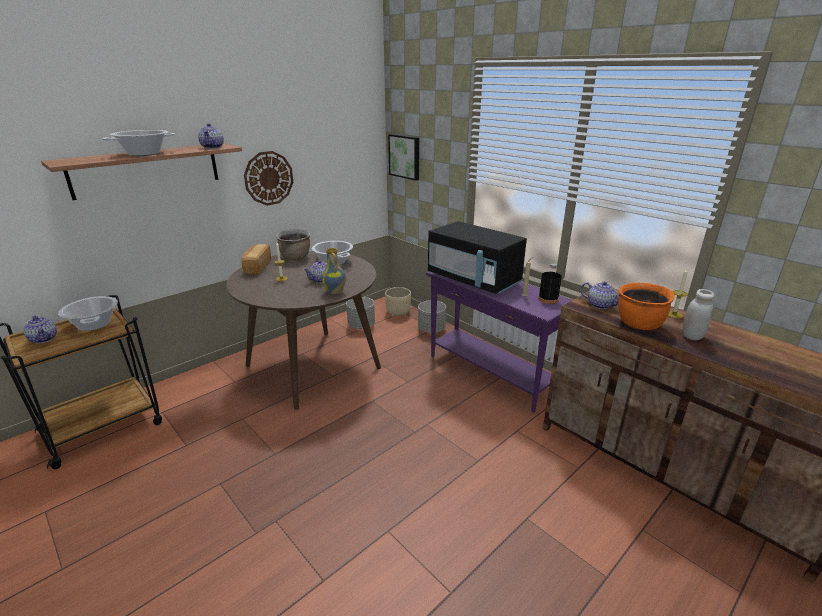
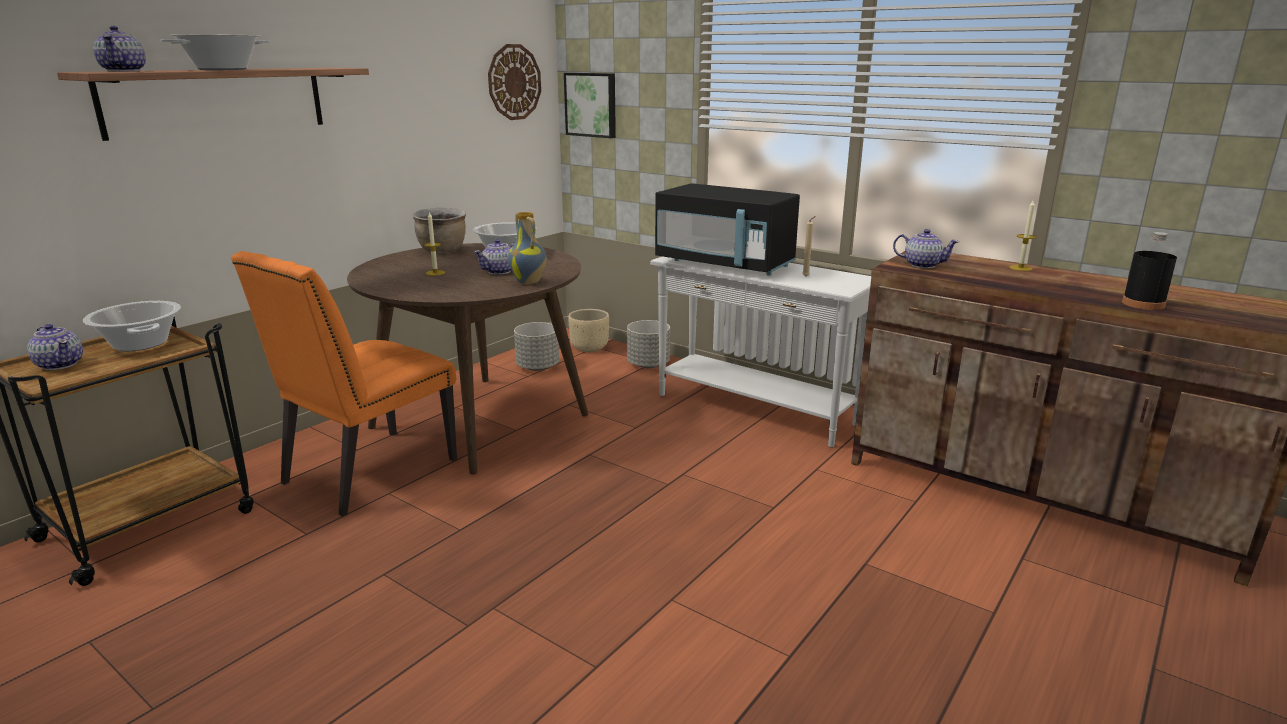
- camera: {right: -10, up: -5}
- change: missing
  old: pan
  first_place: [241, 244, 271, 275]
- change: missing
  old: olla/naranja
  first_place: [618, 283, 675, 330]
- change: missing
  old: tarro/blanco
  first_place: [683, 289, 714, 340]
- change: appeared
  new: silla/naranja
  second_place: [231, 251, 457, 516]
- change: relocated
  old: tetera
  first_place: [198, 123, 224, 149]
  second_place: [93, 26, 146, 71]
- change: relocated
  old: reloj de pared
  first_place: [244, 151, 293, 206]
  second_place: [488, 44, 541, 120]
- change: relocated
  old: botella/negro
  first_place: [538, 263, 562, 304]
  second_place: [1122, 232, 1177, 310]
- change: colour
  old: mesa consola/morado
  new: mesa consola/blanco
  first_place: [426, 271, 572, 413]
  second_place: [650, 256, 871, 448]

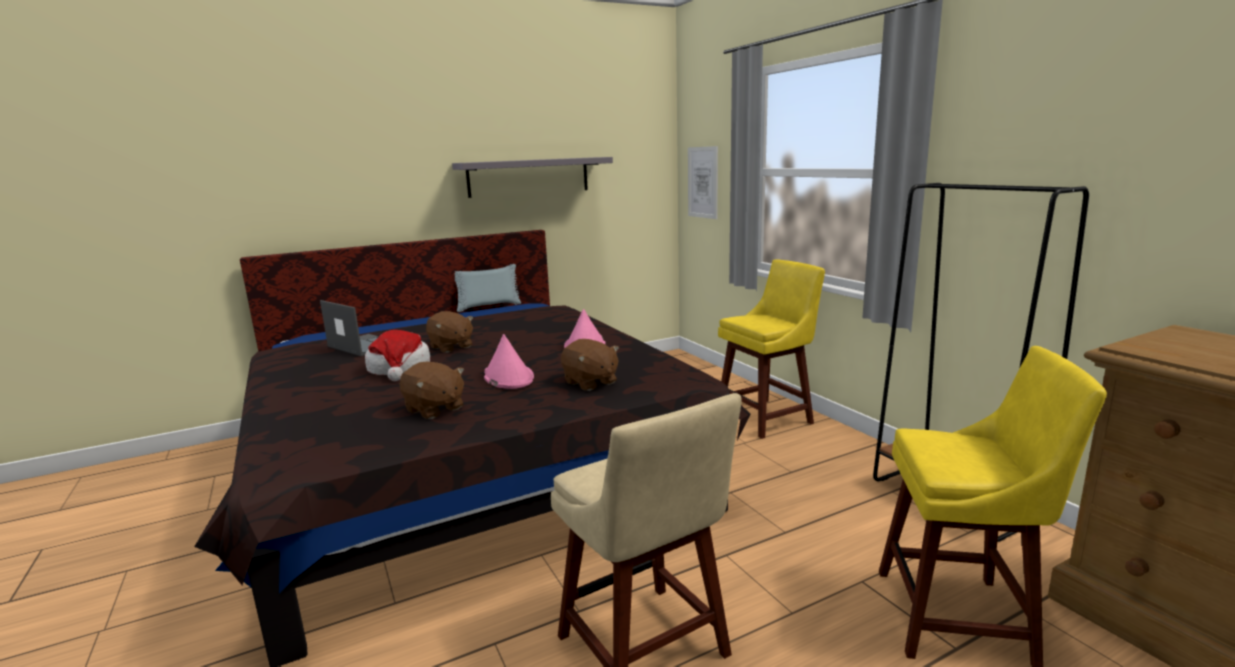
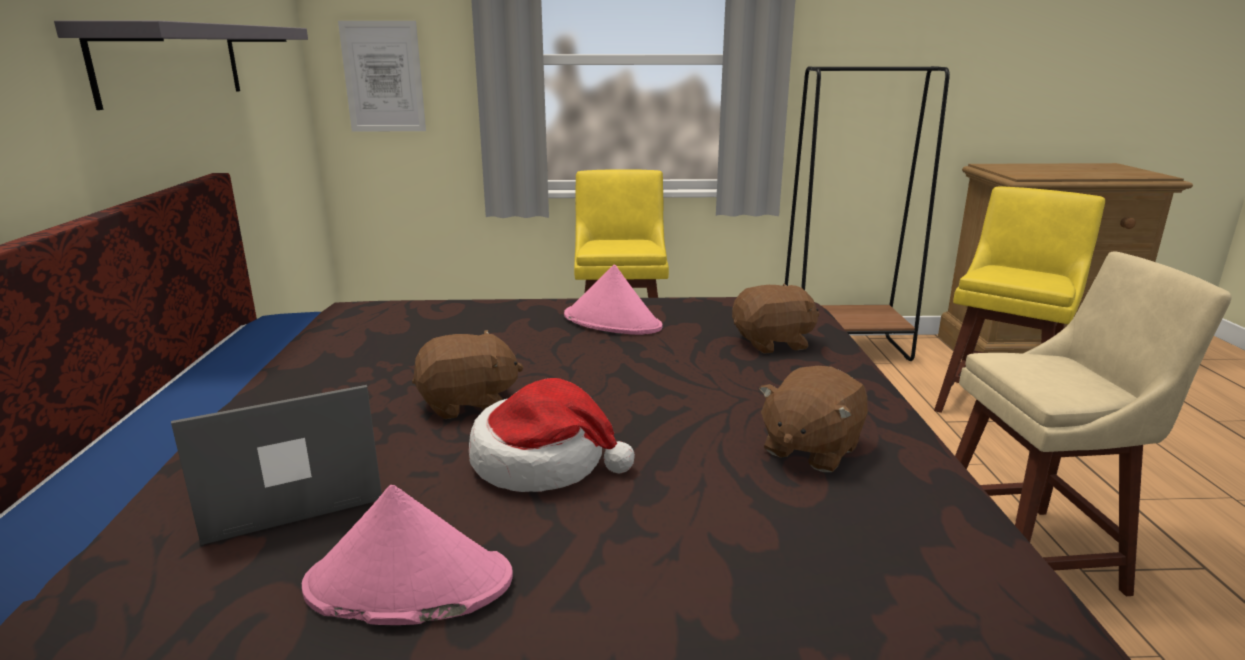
- camera: {right: -65, up: 5}
- change: missing
  old: cojín/azul
  first_place: [455, 264, 521, 312]
- change: relocated
  old: sombrero/rosa
  first_place: [484, 334, 534, 389]
  second_place: [302, 485, 513, 625]
- change: spun
  old: peluche/marrón
  first_place: [400, 362, 464, 419]
  second_place: [759, 366, 868, 472]
  degrees: 150

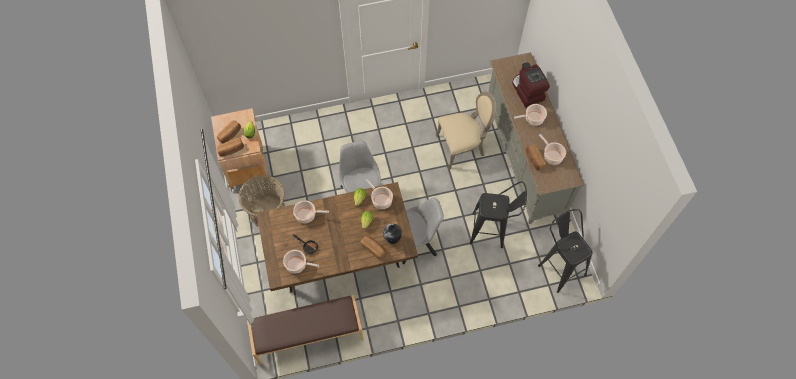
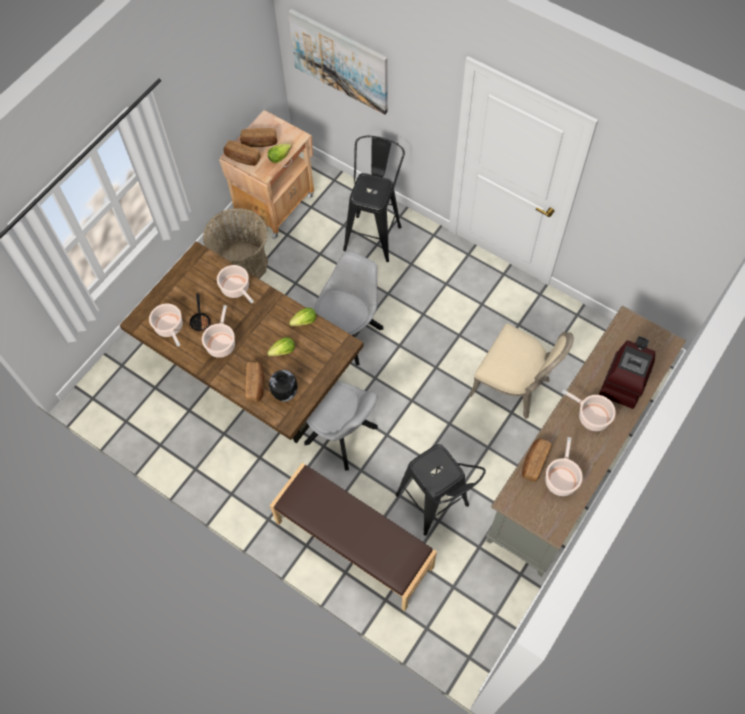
- camera: {right: 50, up: 0}
- change: appeared
  new: cuadro
  second_place: [288, 9, 387, 115]
- change: relocated
  old: banco/marrón
  first_place: [247, 295, 364, 365]
  second_place: [270, 463, 437, 611]
- change: relocated
  old: olla
  first_place: [366, 179, 393, 209]
  second_place: [202, 305, 235, 358]
- change: relocated
  old: taburete/negro
  first_place: [538, 209, 593, 293]
  second_place: [343, 136, 405, 262]

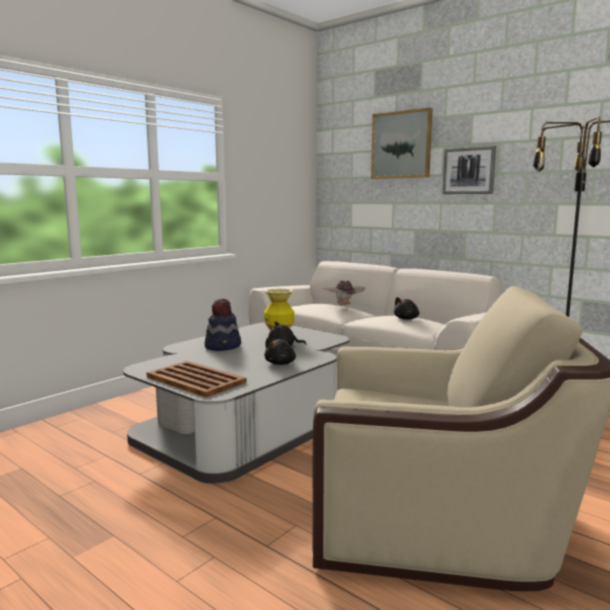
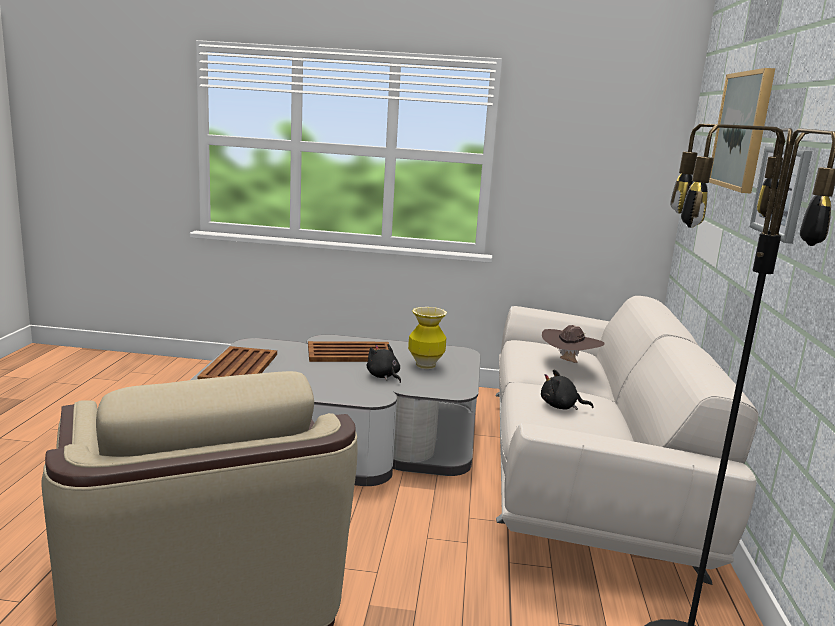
- camera: {right: 55, up: 5}
- change: missing
  old: peluche/negro
  first_place: [264, 338, 296, 365]
- change: exchanged
  old: sombrero
  new: bandeja/marrón
  first_place: [204, 298, 241, 351]
  second_place: [308, 341, 389, 362]

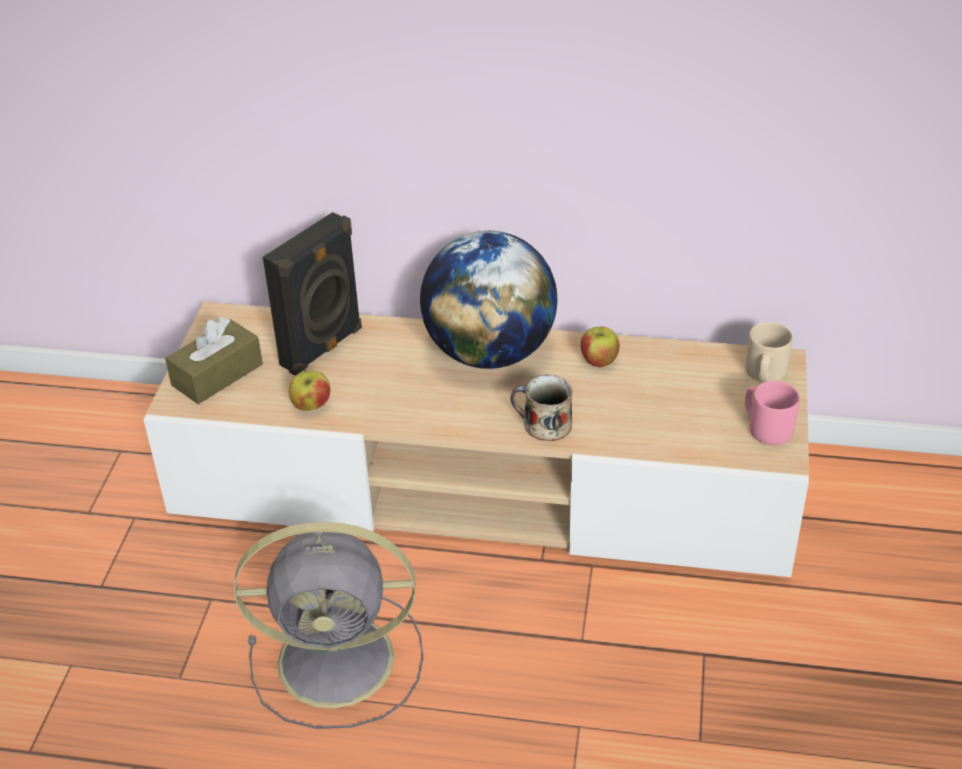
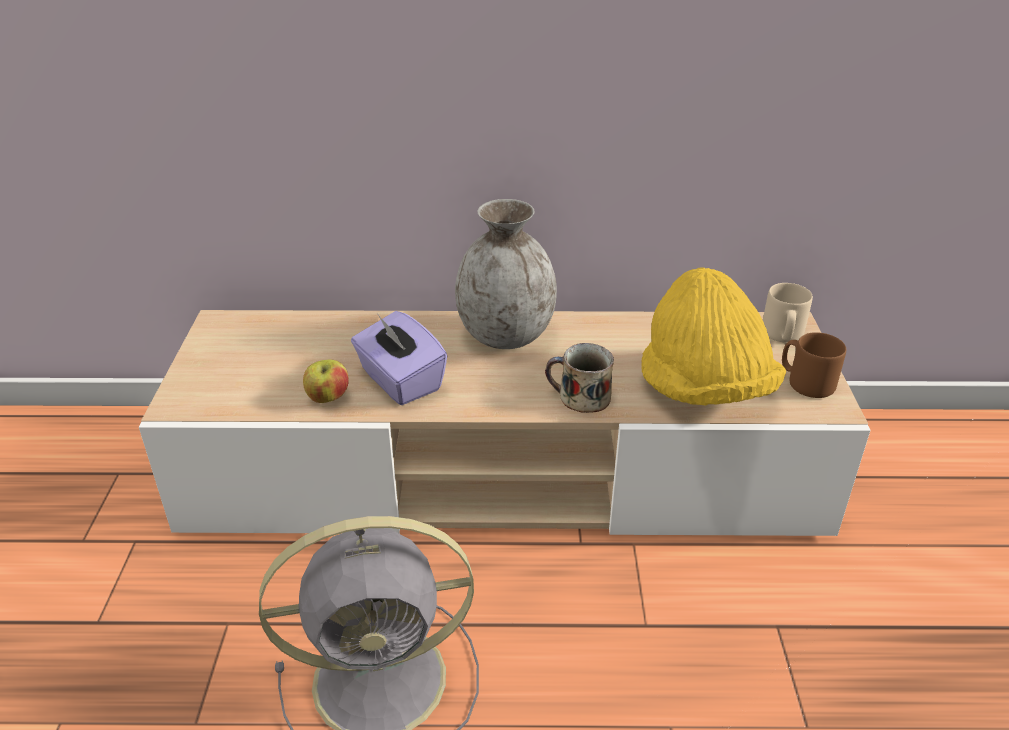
- camera: {right: -10, up: -5}
- change: missing
  old: caja de pañuelos/marrón
  first_place: [165, 317, 263, 404]
- change: missing
  old: altavoz/negro
  first_place: [263, 212, 362, 376]
- change: missing
  old: manzana
  first_place: [581, 327, 620, 367]
- change: appeared
  new: caja de pañuelos/morado
  second_place: [351, 311, 447, 405]
- change: appeared
  new: sombrero/amarillo
  second_place: [641, 267, 786, 406]
- change: exchanged
  old: globo terráqueo
  new: florero/gris
  first_place: [420, 231, 557, 369]
  second_place: [455, 199, 557, 349]
- change: colour
  old: taza grande/rosa
  new: taza grande/marrón
  first_place: [745, 381, 800, 445]
  second_place: [782, 332, 846, 398]

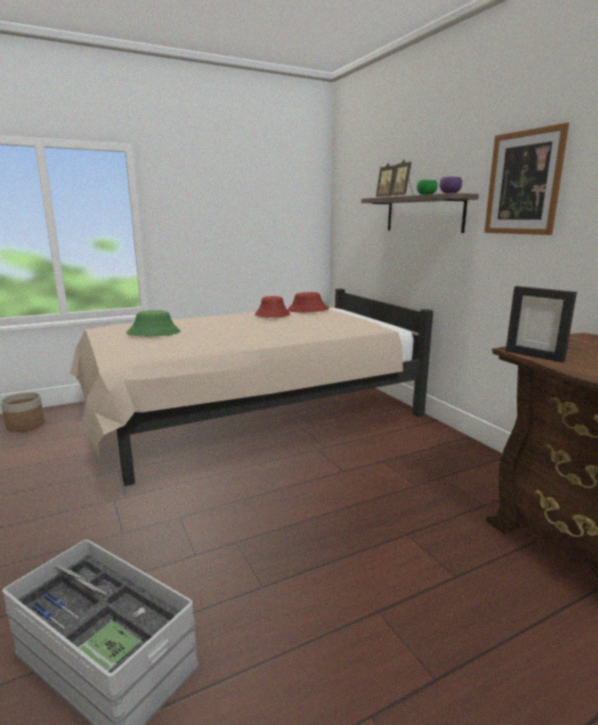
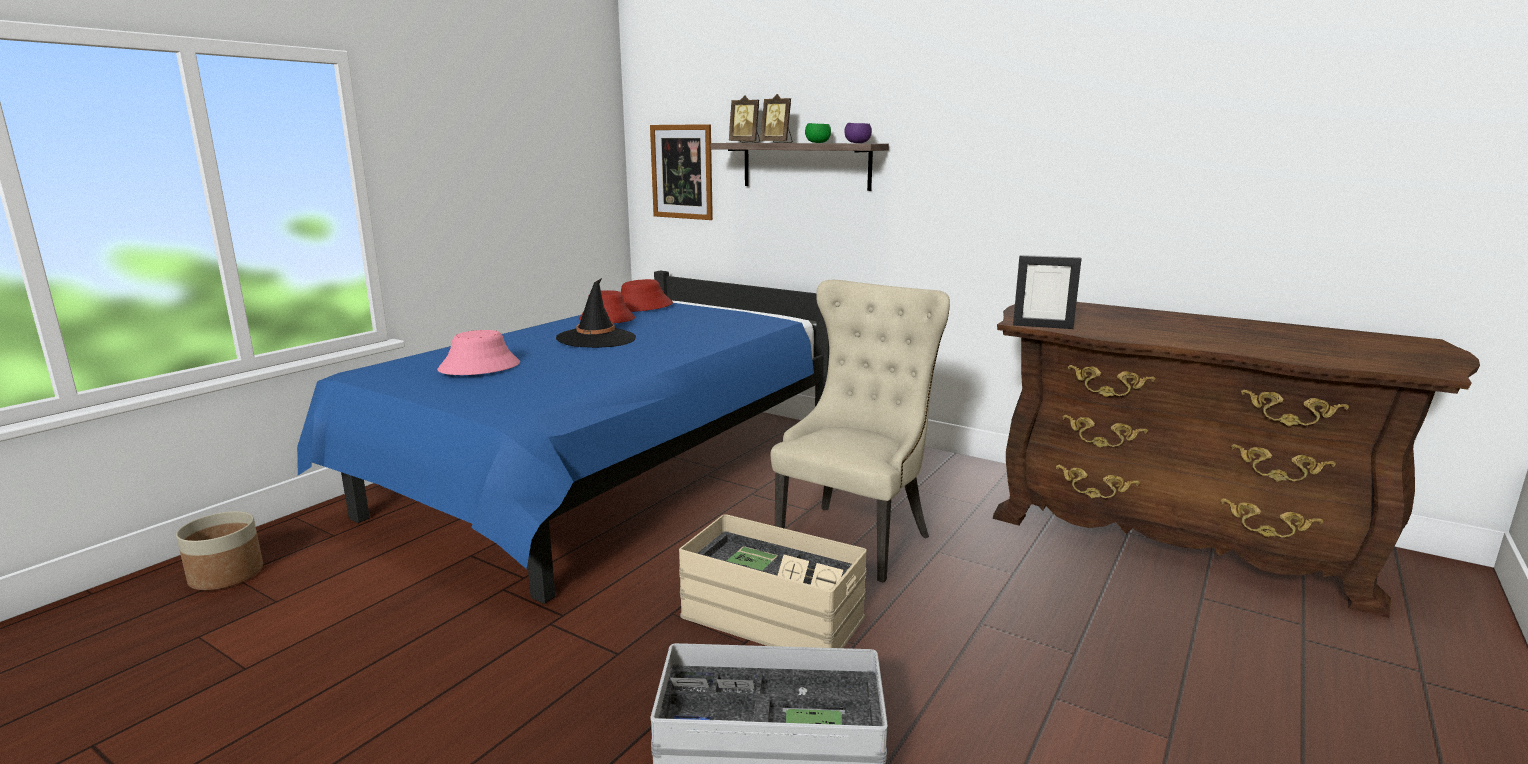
- camera: {right: -30, up: 0}
- change: appeared
  new: sombrero/negro
  second_place: [556, 278, 636, 348]
- change: appeared
  new: caja de almacenaje/beis
  second_place: [679, 514, 867, 648]
- change: appeared
  new: silla/beis
  second_place: [770, 280, 950, 583]
- change: relocated
  old: cuadro
  first_place: [484, 123, 569, 235]
  second_place: [650, 124, 713, 220]
- change: colour
  old: cama/beis
  new: cama/azul
  first_place: [70, 289, 433, 486]
  second_place: [297, 271, 829, 604]
- change: colour
  old: sombrero/verde
  new: sombrero/rosa
  first_place: [126, 310, 181, 336]
  second_place: [437, 330, 520, 375]

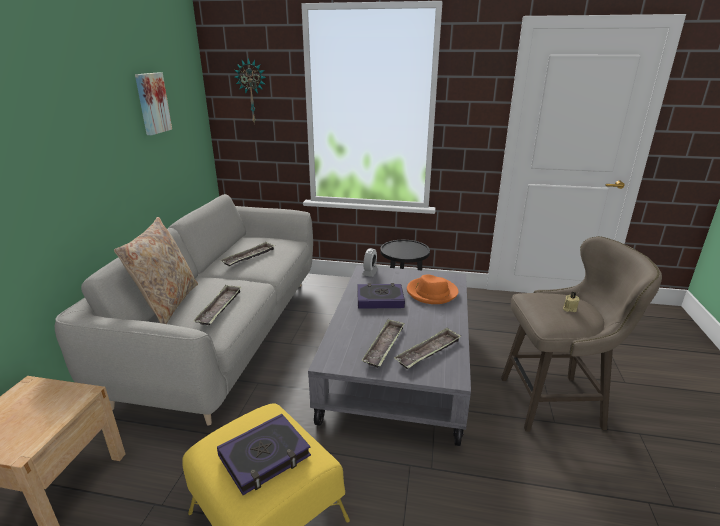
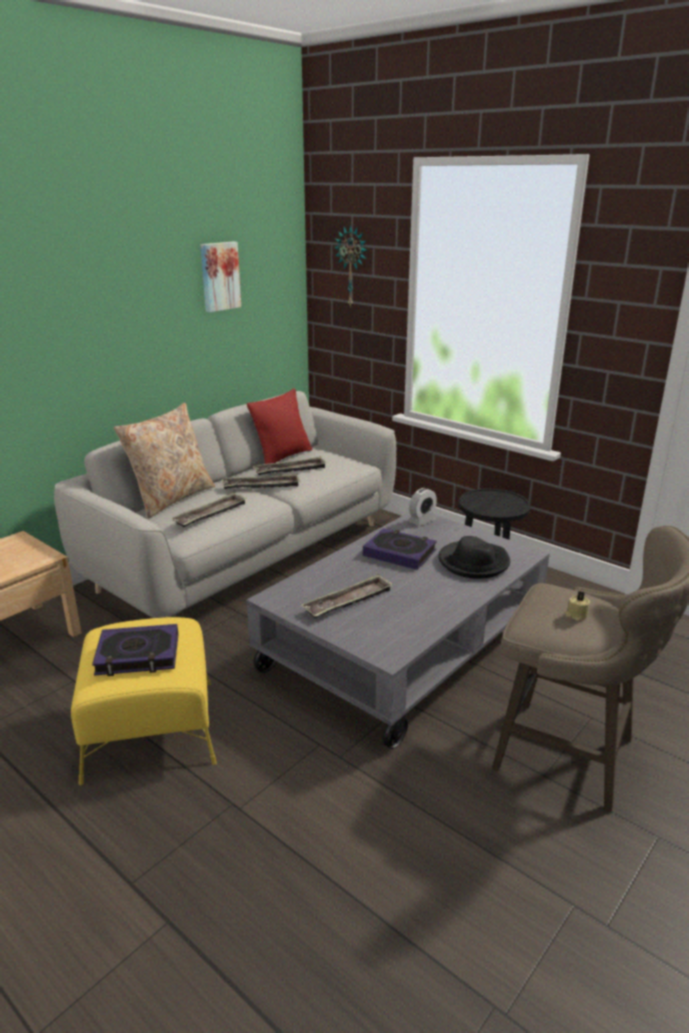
- camera: {right: 30, up: 0}
- change: appeared
  new: cojín/rojo
  second_place: [247, 388, 312, 464]
- change: relocated
  old: bandeja
  first_place: [394, 327, 461, 369]
  second_place: [222, 474, 300, 489]
- change: colour
  old: sombrero/naranja
  new: sombrero/negro
  first_place: [407, 274, 459, 304]
  second_place: [438, 536, 510, 579]

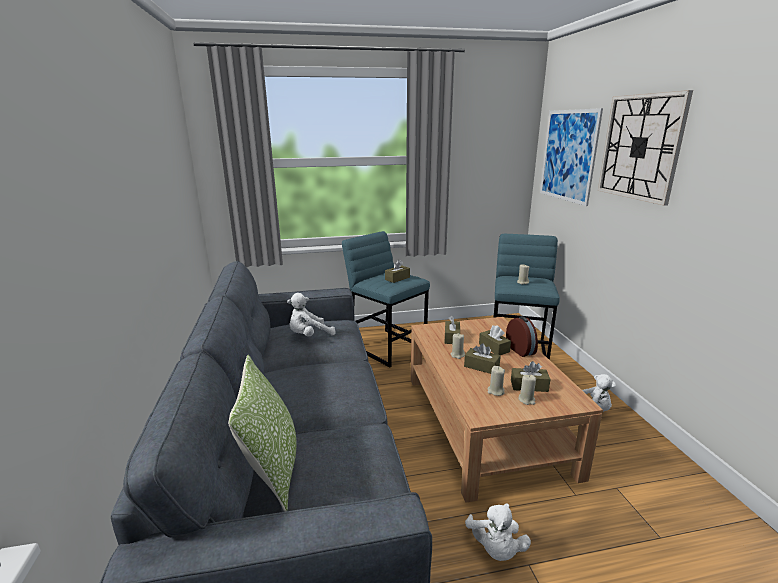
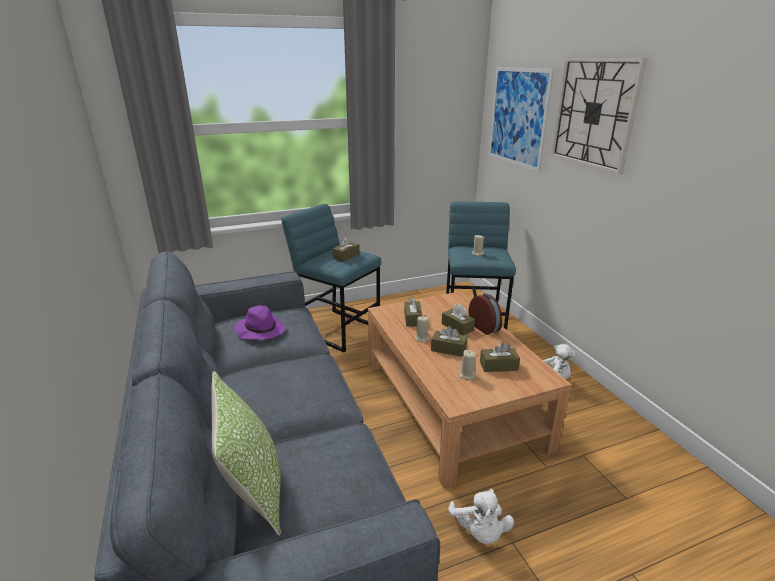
- camera: {right: -10, up: 5}
- change: missing
  old: vela/beis
  first_place: [519, 375, 536, 405]
- change: exchanged
  old: peluche/blanco
  new: sombrero/morado
  first_place: [287, 293, 336, 336]
  second_place: [235, 305, 285, 340]

